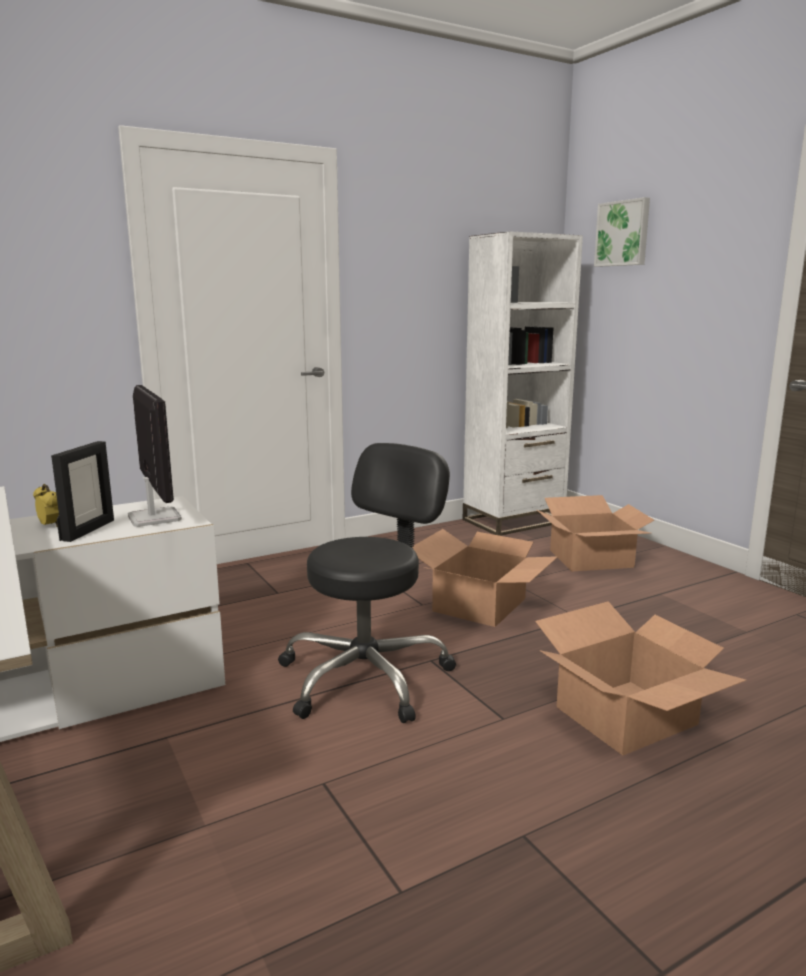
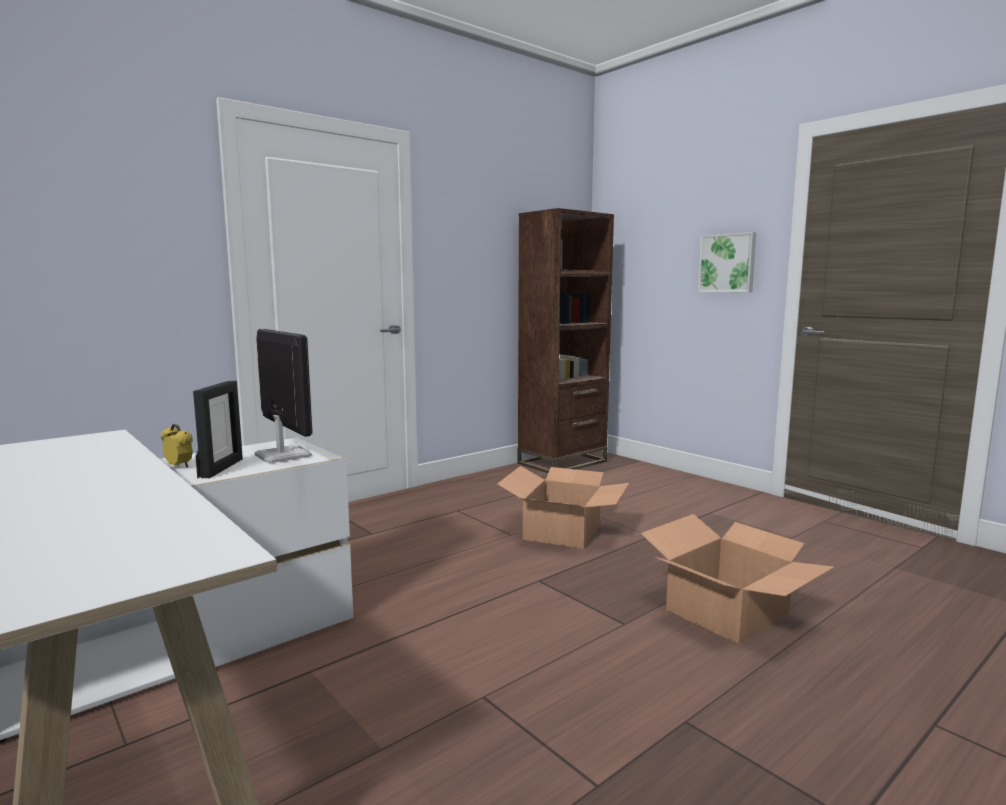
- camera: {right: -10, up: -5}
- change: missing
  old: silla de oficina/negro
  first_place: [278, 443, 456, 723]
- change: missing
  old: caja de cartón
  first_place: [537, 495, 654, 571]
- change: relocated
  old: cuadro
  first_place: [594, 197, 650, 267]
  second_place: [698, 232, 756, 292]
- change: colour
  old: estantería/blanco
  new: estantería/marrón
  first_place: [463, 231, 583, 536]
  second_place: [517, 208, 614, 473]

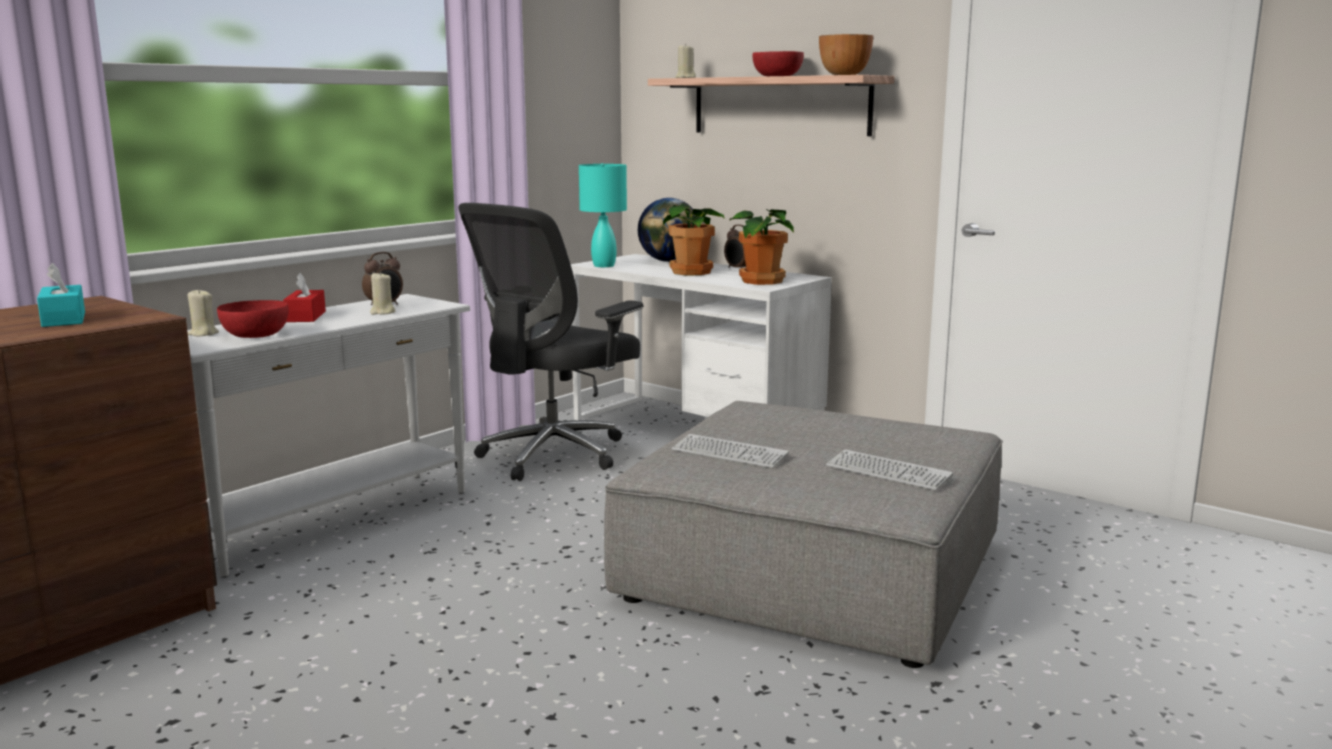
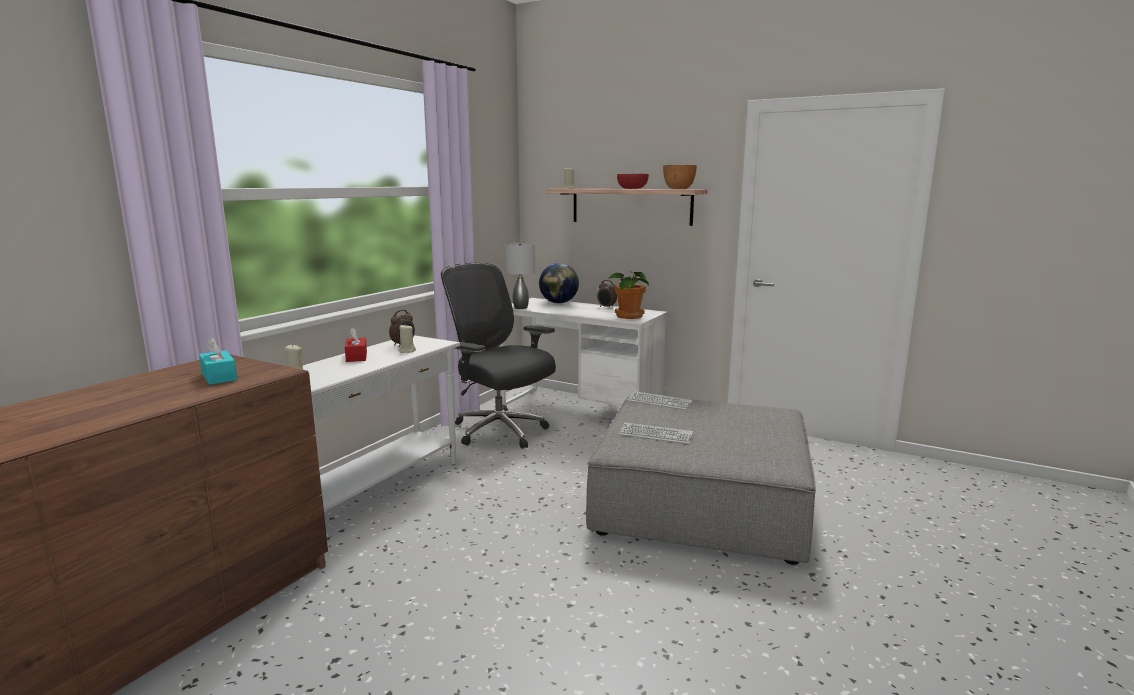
- camera: {right: -10, up: 0}
- change: missing
  old: cuenco/rojo
  first_place: [217, 300, 289, 338]
- change: missing
  old: planta en maceta
  first_place: [663, 204, 725, 276]
- change: relocated
  old: teclado
  first_place: [826, 449, 953, 491]
  second_place: [627, 391, 693, 410]
- change: colour
  old: lámpara de mesa/turquesa
  new: lámpara de mesa/gris
  first_place: [579, 163, 627, 267]
  second_place: [505, 243, 535, 309]
- change: spun
  old: silla de oficina
  first_place: [458, 203, 643, 481]
  second_place: [441, 263, 556, 449]
  degrees: 105

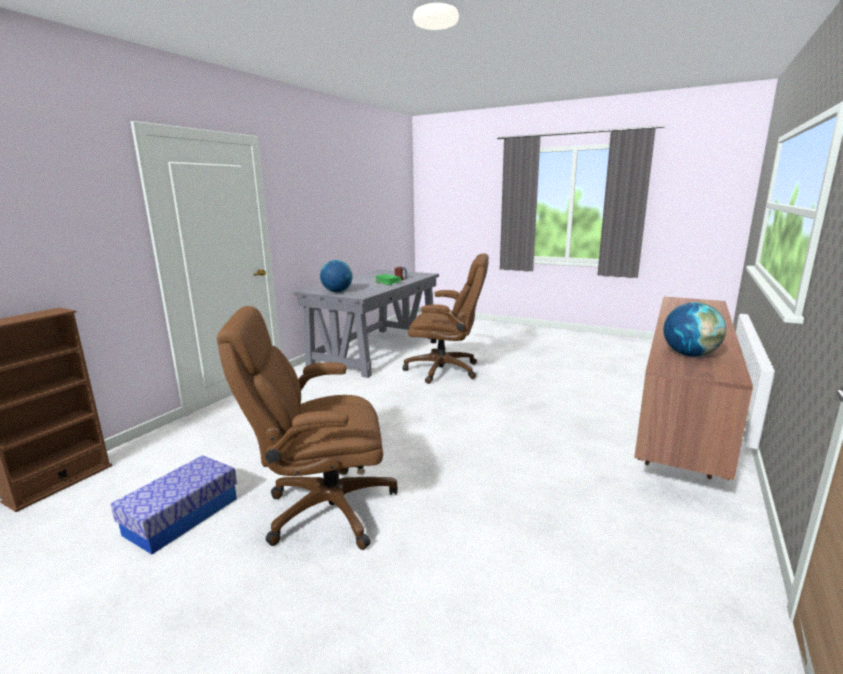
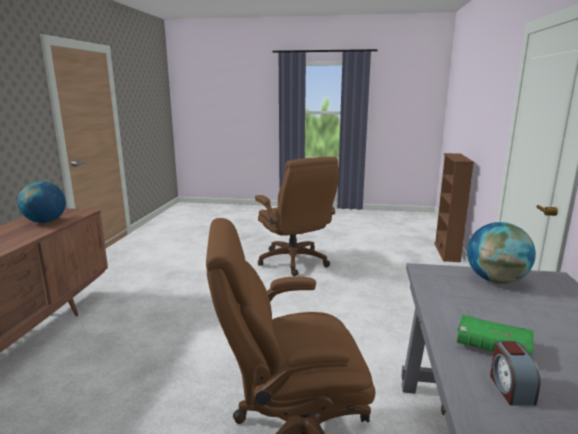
- camera: {right: 160, up: 0}
- change: missing
  old: caja de almacenaje
  first_place: [111, 455, 237, 554]
- change: spun
  old: silla de oficina/marrón
  first_place: [217, 306, 398, 550]
  second_place: [255, 157, 339, 276]
  degrees: 90

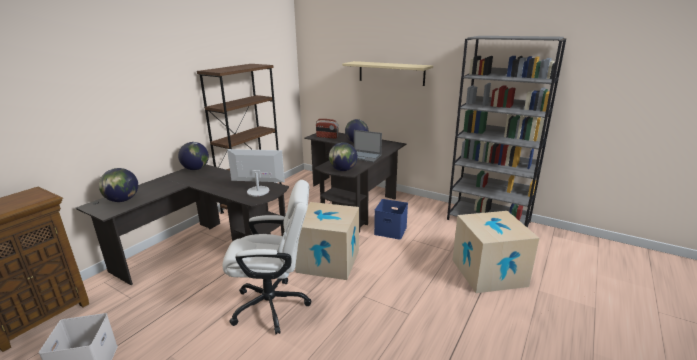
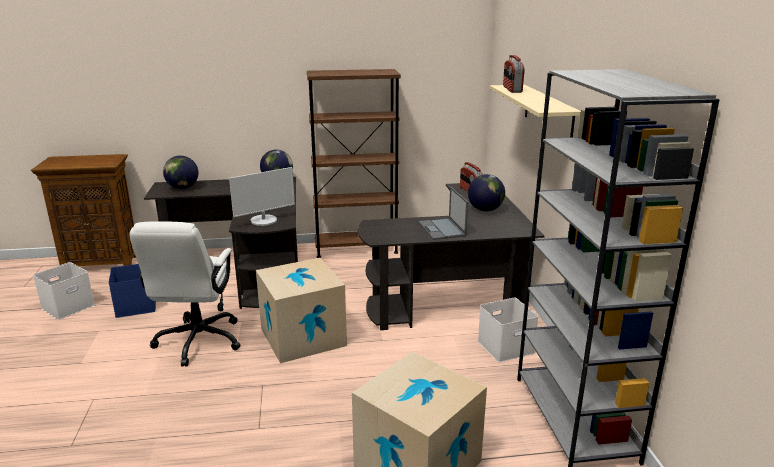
- camera: {right: 50, up: 0}
- change: missing
  old: globo terráqueo
  first_place: [329, 142, 357, 171]
- change: appeared
  new: caja de almacenaje/blanco
  second_place: [478, 298, 538, 362]
- change: appeared
  new: radio
  second_place: [503, 55, 525, 93]
- change: relocated
  old: caja de almacenaje/azul
  first_place: [374, 199, 408, 240]
  second_place: [109, 264, 156, 318]
- change: spun
  old: silla de oficina/blanco
  first_place: [223, 180, 311, 334]
  second_place: [130, 221, 240, 367]
  degrees: 45
- change: spun
  old: monitor
  first_place: [227, 149, 285, 196]
  second_place: [229, 167, 295, 226]
  degrees: 90

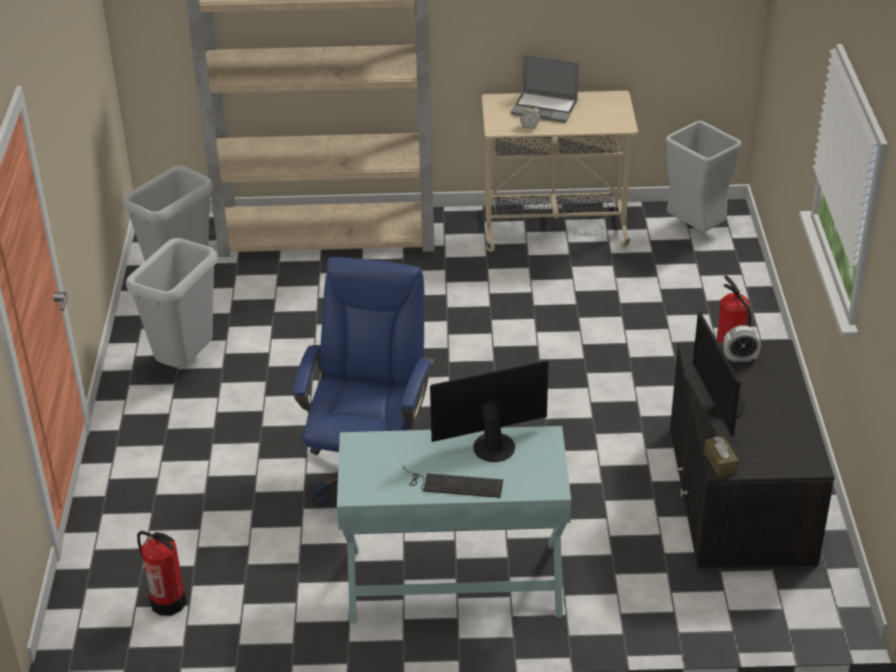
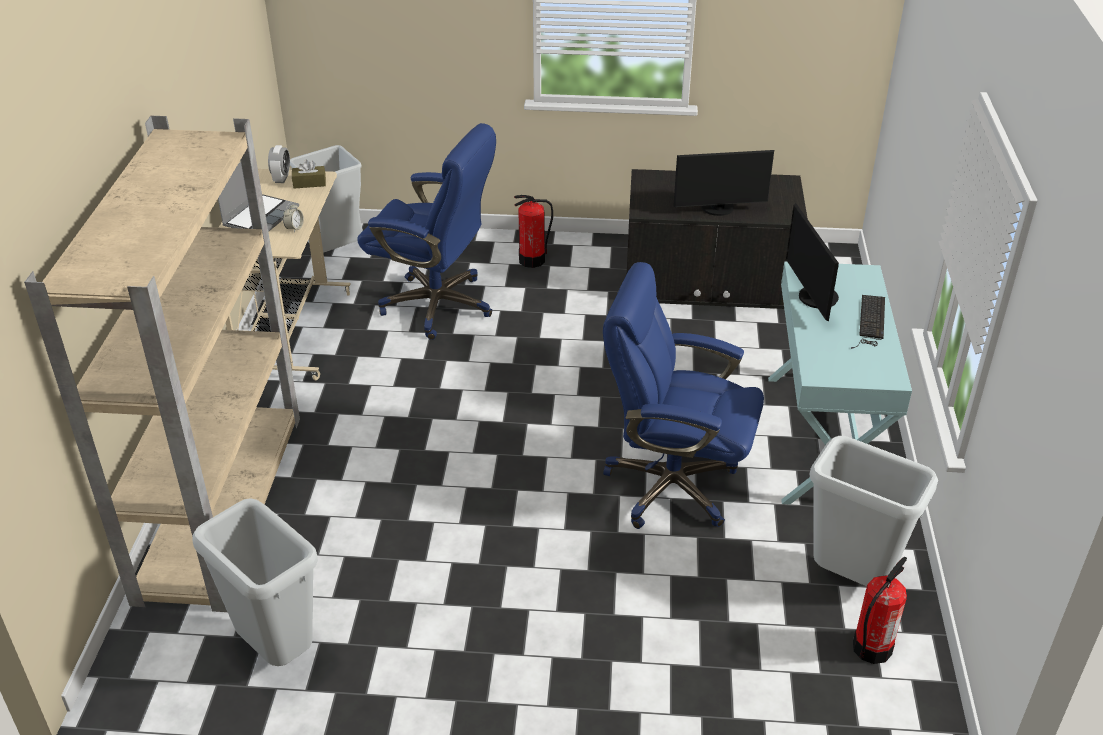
- camera: {right: -85, up: 0}
- change: appeared
  new: silla de oficina/azul
  second_place: [357, 123, 496, 340]
- change: relocated
  old: papelera/gris
  first_place: [126, 238, 217, 368]
  second_place: [809, 436, 938, 586]
- change: relocated
  old: caja de pañuelos/marrón
  first_place: [704, 436, 739, 476]
  second_place: [292, 159, 326, 189]
- change: relocated
  old: despertador
  first_place: [724, 325, 761, 362]
  second_place: [268, 145, 290, 183]

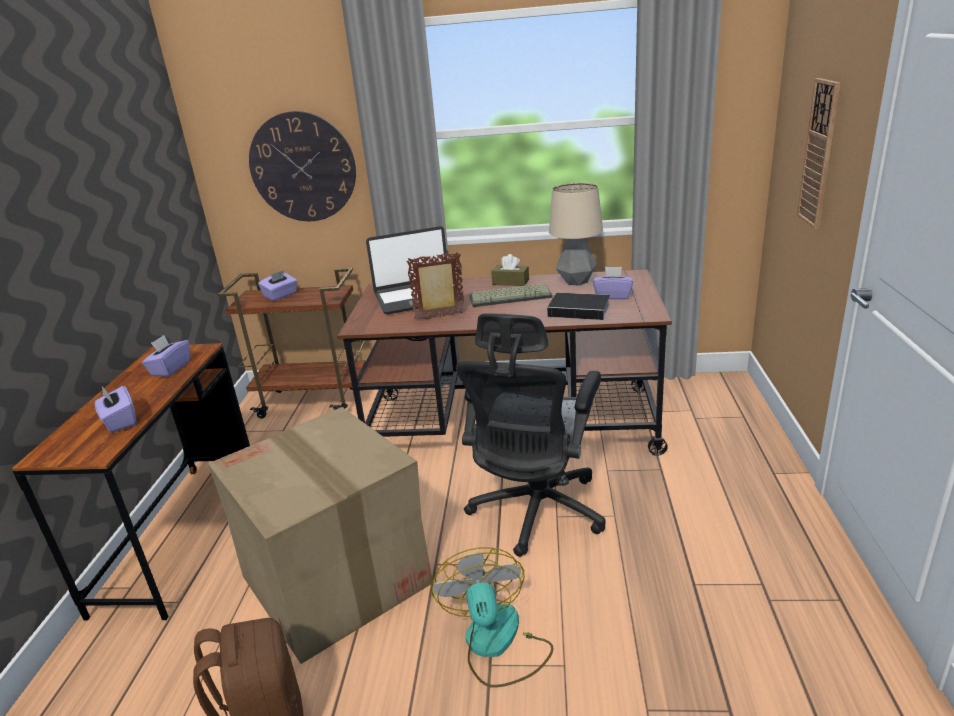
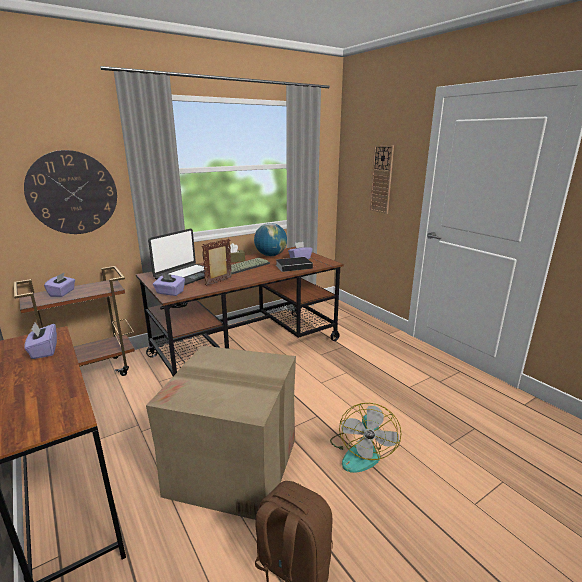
- camera: {right: -40, up: -5}
- change: missing
  old: silla de oficina
  first_place: [456, 313, 605, 557]
- change: relocated
  old: caja de pañuelos/morado
  first_place: [95, 386, 137, 433]
  second_place: [153, 273, 185, 296]
- change: exchanged
  old: lámpara de mesa
  new: globo terráqueo
  first_place: [549, 182, 603, 286]
  second_place: [254, 223, 287, 256]
- change: spun
  old: ventilador
  first_place: [431, 547, 554, 688]
  second_place: [330, 403, 401, 473]
  degrees: -120

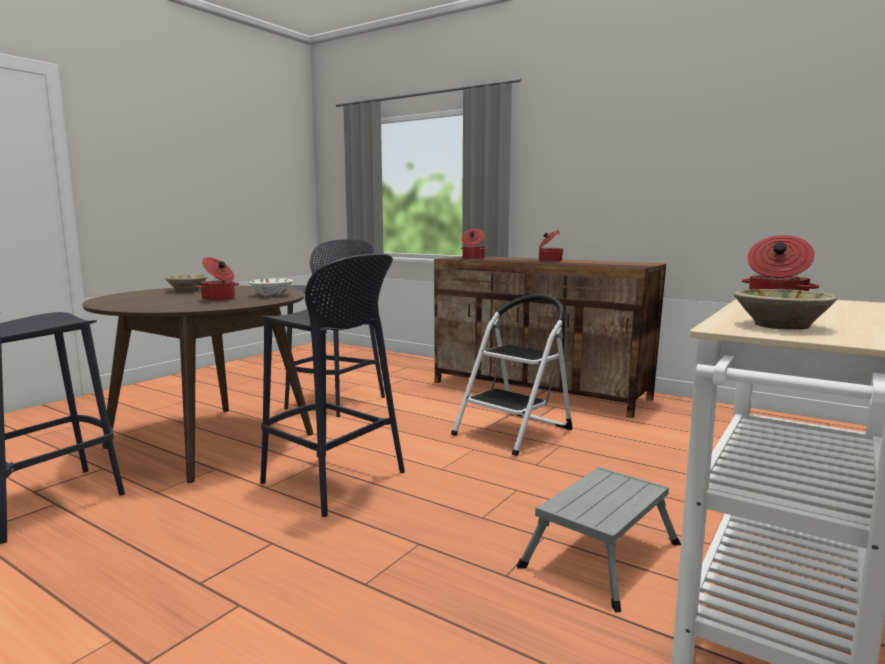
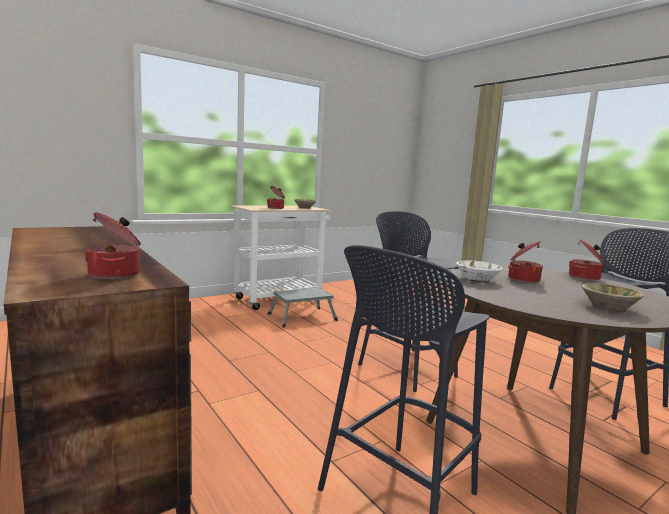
- camera: {right: -160, up: 0}
- change: missing
  old: escalera de tijera
  first_place: [451, 294, 573, 456]
- change: relocated
  old: olla
  first_place: [539, 230, 563, 262]
  second_place: [569, 239, 604, 281]

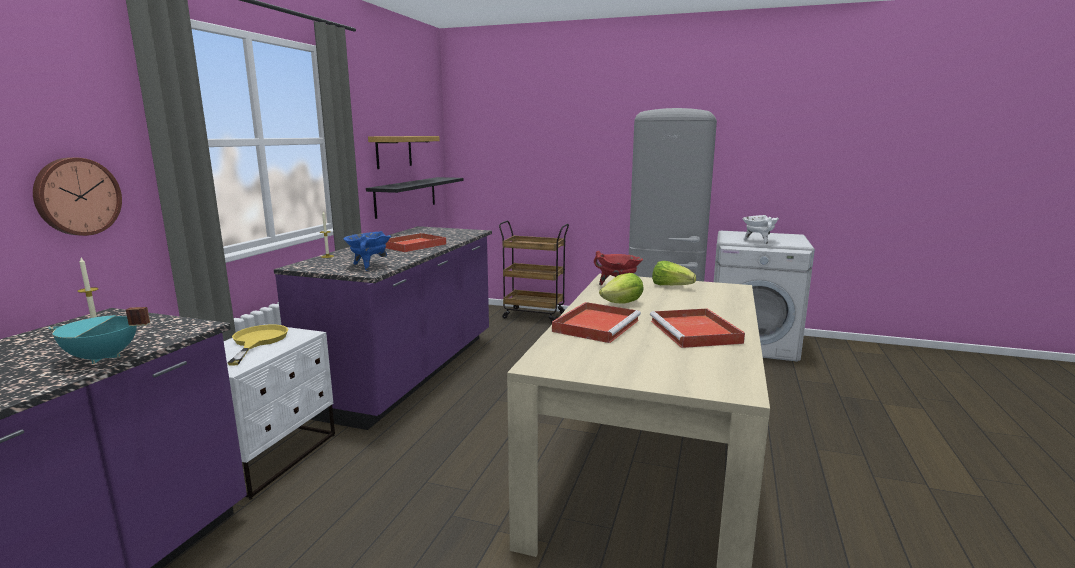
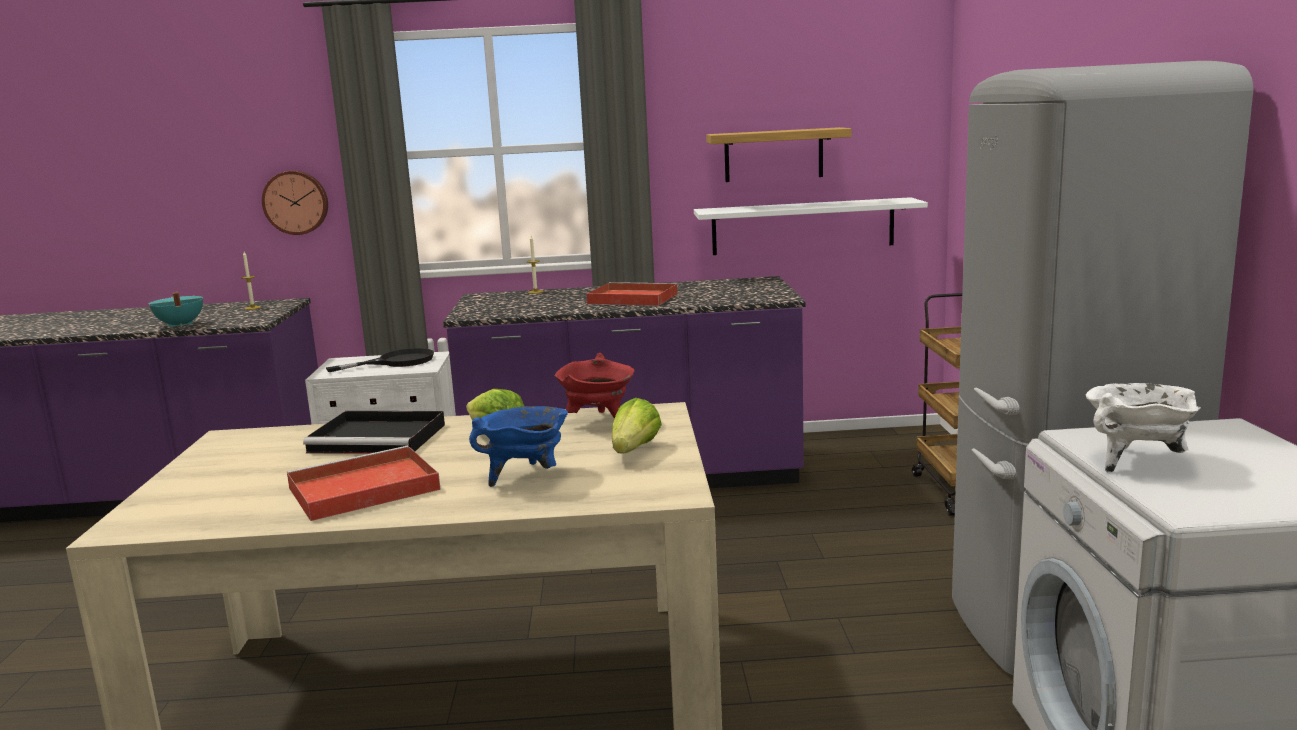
- camera: {right: 70, up: 0}
- change: relocated
  old: olla/azul
  first_place: [343, 231, 391, 271]
  second_place: [469, 406, 568, 487]
- change: colour
  old: sartén/amarillo
  new: sartén/negro
  first_place: [228, 325, 288, 366]
  second_place: [326, 348, 434, 372]
- change: colour
  old: estante/negro
  new: estante/blanco
  first_place: [366, 177, 464, 219]
  second_place: [694, 197, 928, 255]
- change: colour
  old: bandeja/rojo
  new: bandeja/negro
  first_place: [552, 302, 641, 343]
  second_place: [303, 411, 445, 454]

